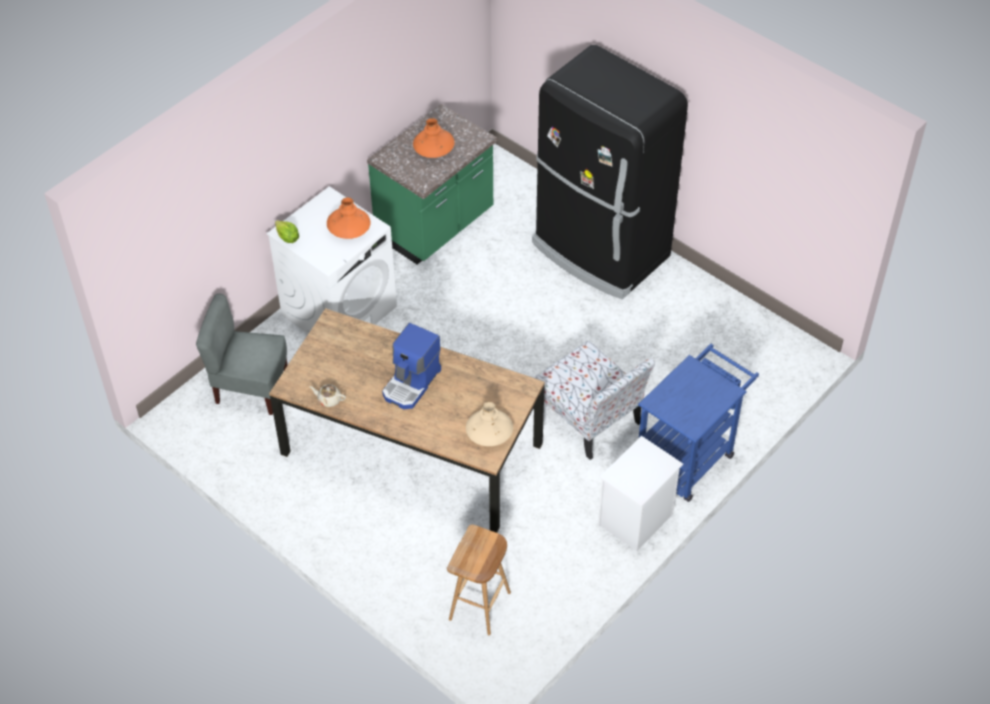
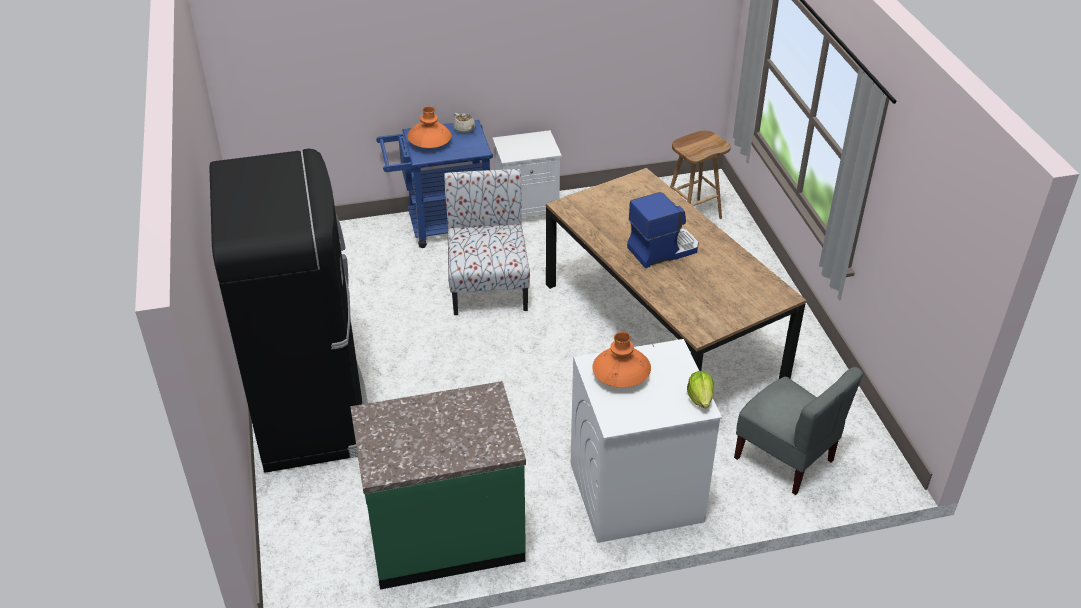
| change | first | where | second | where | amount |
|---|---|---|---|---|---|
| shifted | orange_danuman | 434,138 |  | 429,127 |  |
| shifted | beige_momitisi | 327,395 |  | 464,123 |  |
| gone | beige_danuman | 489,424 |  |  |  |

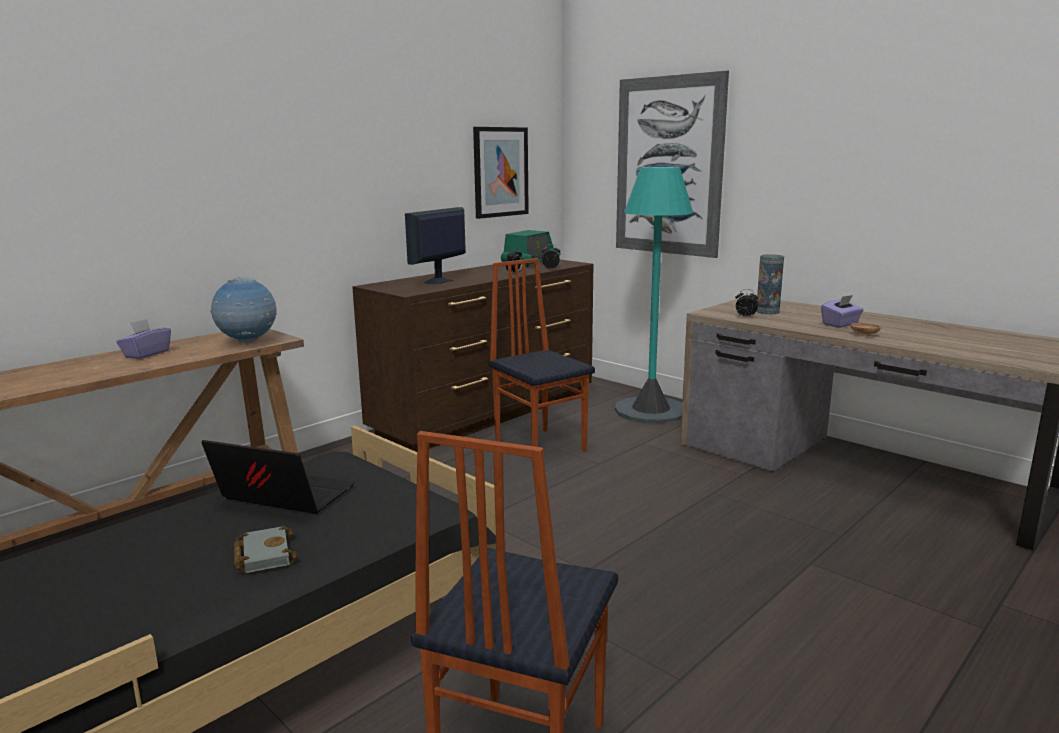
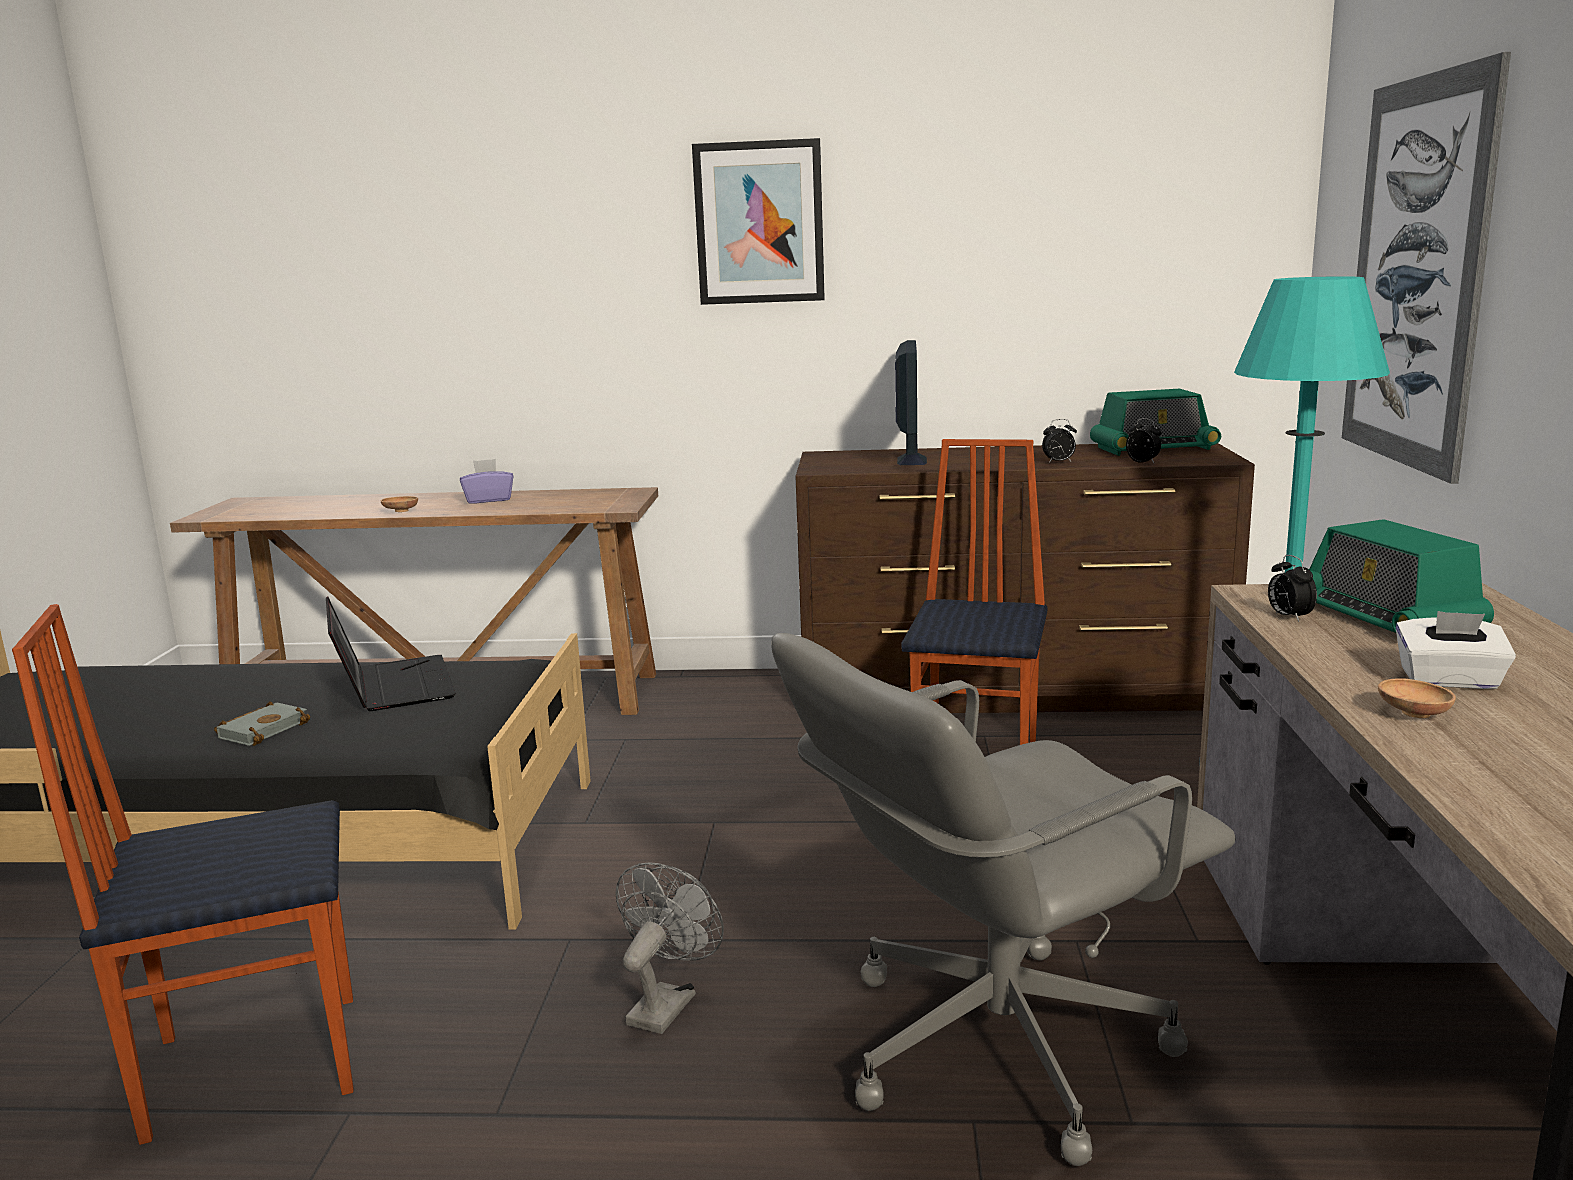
| change | first | where | second | where | amount |
|---|---|---|---|---|---|
| shifted | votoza | 501,173 |  | 758,221 |  |
| rotated | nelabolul | 435,246 |  | 911,402 | 105 degrees clockwise |
| swapped | danuman | 770,284 | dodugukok | 1401,576 |  |
| gone | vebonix | 243,310 |  |  |  |
| repainted | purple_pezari | 842,311 | white_pezari | 1456,650 |  |
| new |  |  | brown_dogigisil | 399,504 |  |
| new |  |  | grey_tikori | 1003,899 |  |
| new |  |  | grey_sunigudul | 669,948 |  |

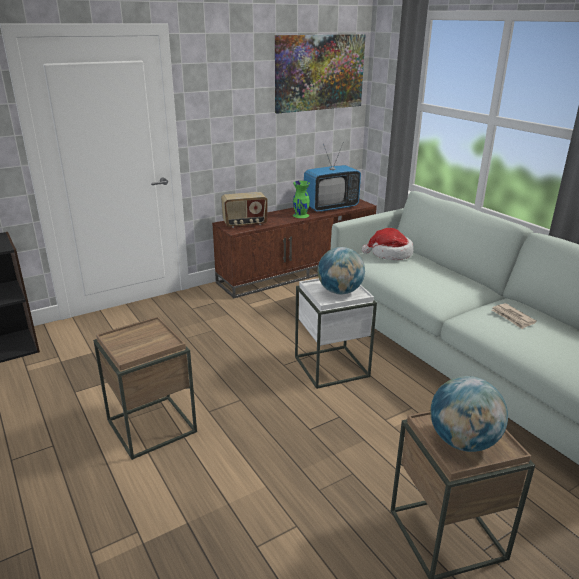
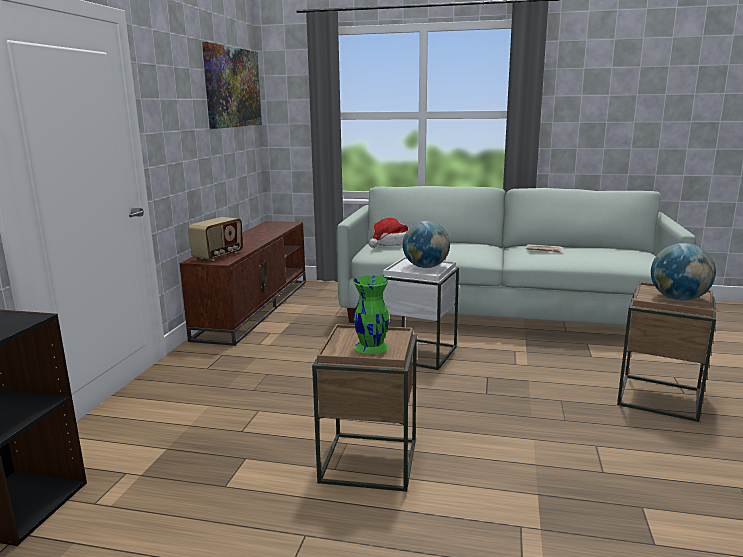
| change | first | where | second | where | amount |
|---|---|---|---|---|---|
| gone | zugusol | 332,178 |  |  |  |
| shifted | green_danuman | 301,199 |  | 371,315 |  |

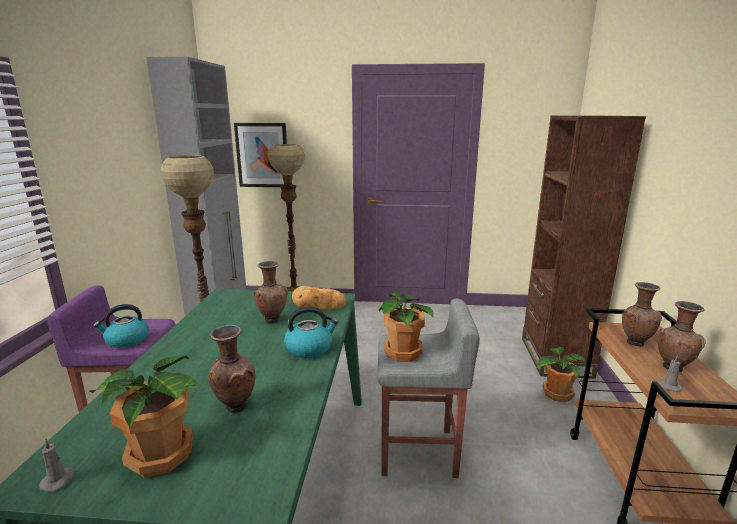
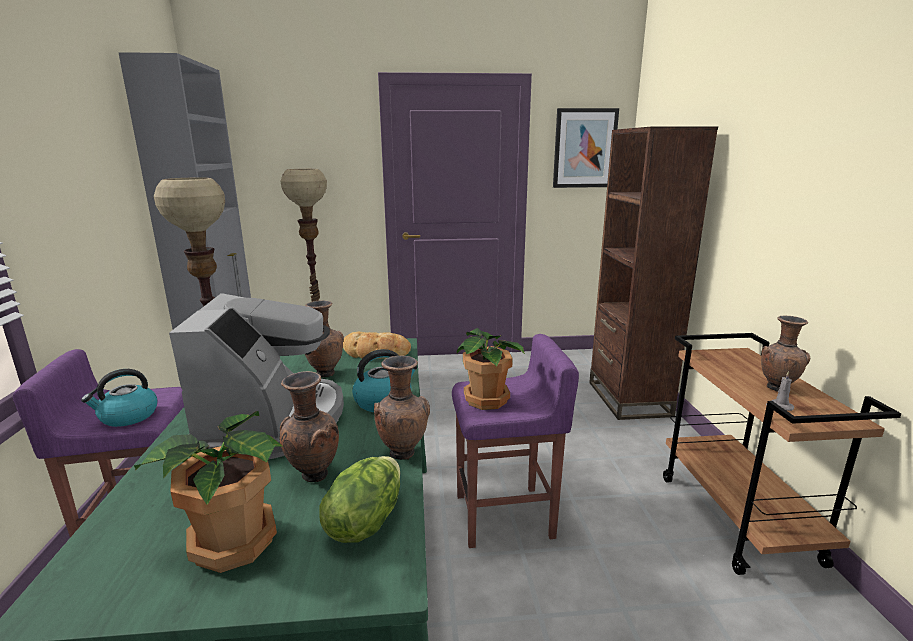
| change | first | where | second | where | amount |
|---|---|---|---|---|---|
| shifted | votoza | 260,155 |  | 586,148 |  |
| shifted | brown_danuman | 642,314 |  | 402,408 |  |
| repainted | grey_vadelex | 428,388 | purple_vadelex | 515,441 |  |
| gone | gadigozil | 561,374 |  |  |  |
| gone | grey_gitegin | 57,465 |  |  |  |
| new |  |  | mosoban | 256,376 |  |
| new |  |  | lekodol | 359,499 |  |

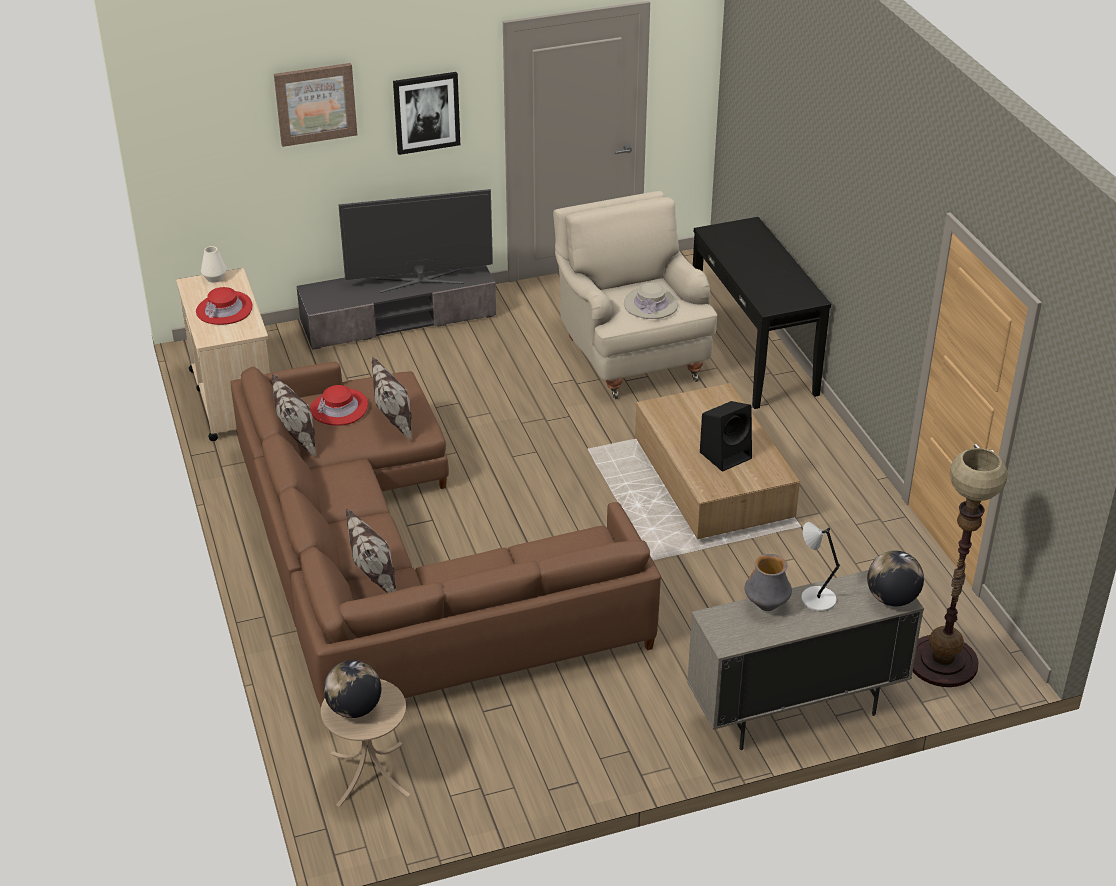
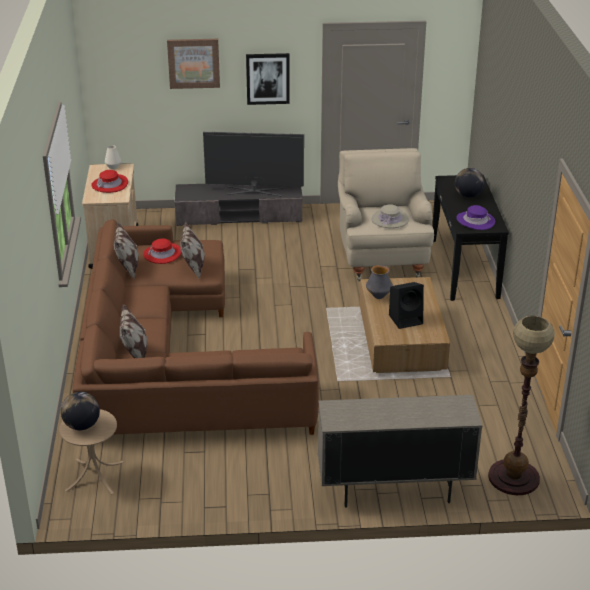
| change | first | where | second | where | amount |
|---|---|---|---|---|---|
| gone | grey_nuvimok | 820,566 |  |  |  |
| shifted | vebonix | 895,578 |  | 470,183 |  |
| shifted | danuman | 768,582 |  | 379,282 |  |
| new |  |  | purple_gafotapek | 475,217 |  |

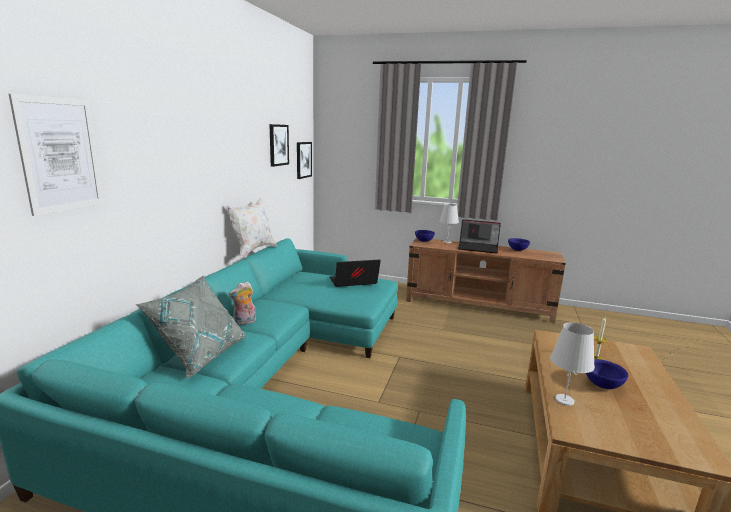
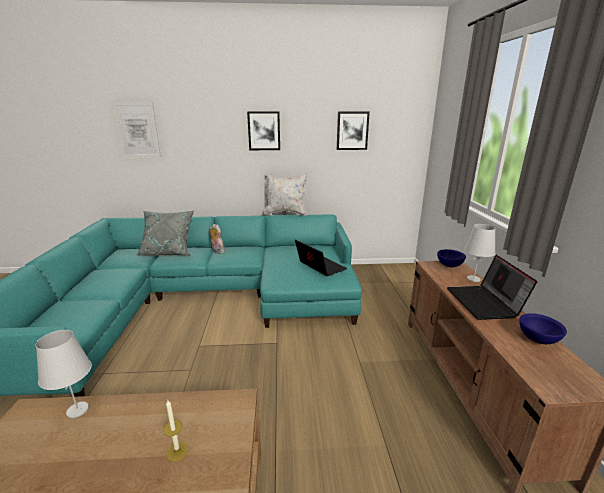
| change | first | where | second | where | amount |
|---|---|---|---|---|---|
| shifted | votoza | 304,160 |  | 263,130 |  |
| gone | blue_dogigisil | 607,374 |  |  |  |

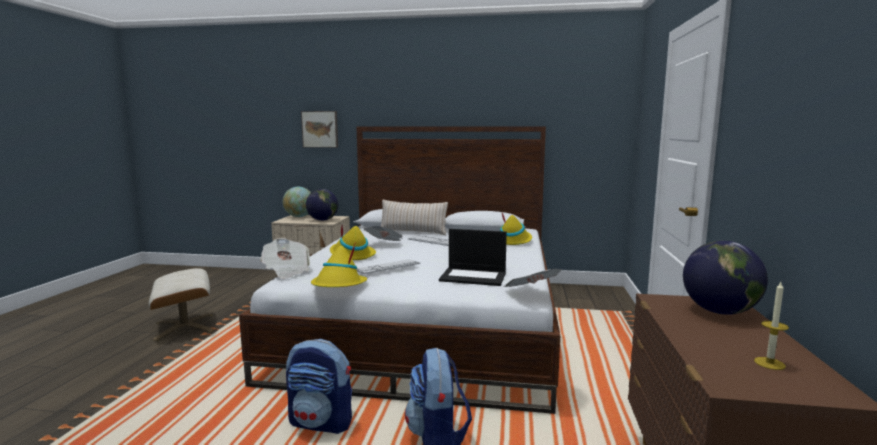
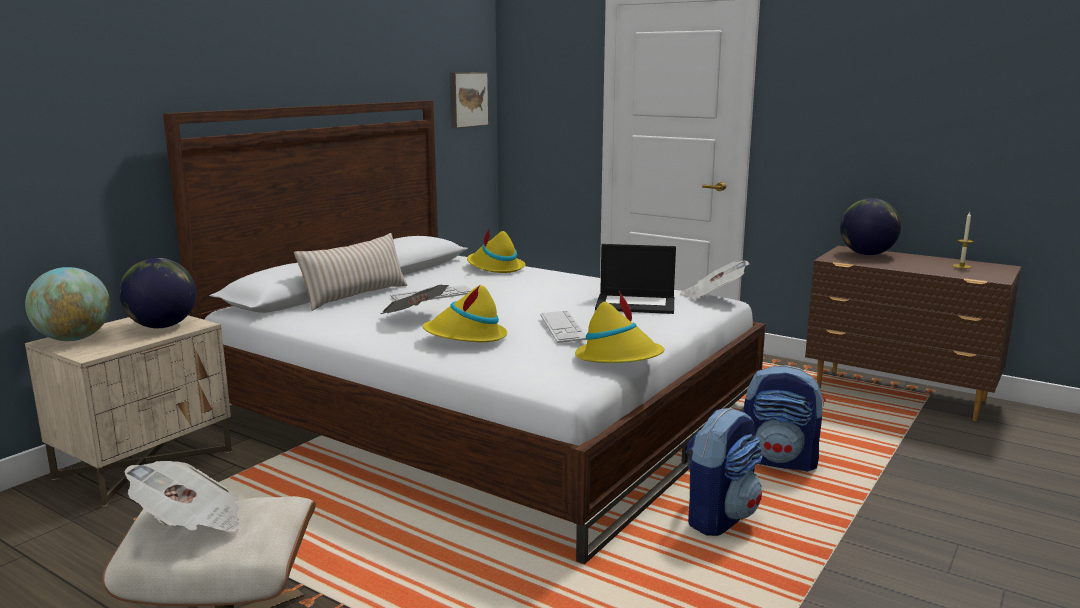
| change | first | where | second | where | amount |
|---|---|---|---|---|---|
| shifted | votoza | 319,129 |  | 469,100 |  |
| rotated | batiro | 473,257 |  | 635,279 | 60 degrees clockwise |
| shifted | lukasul | 285,258 |  | 182,496 |  |

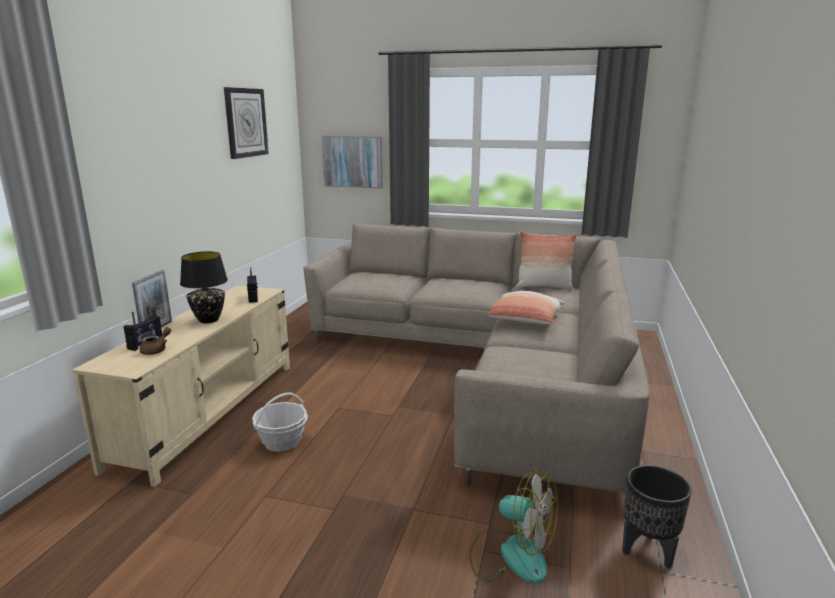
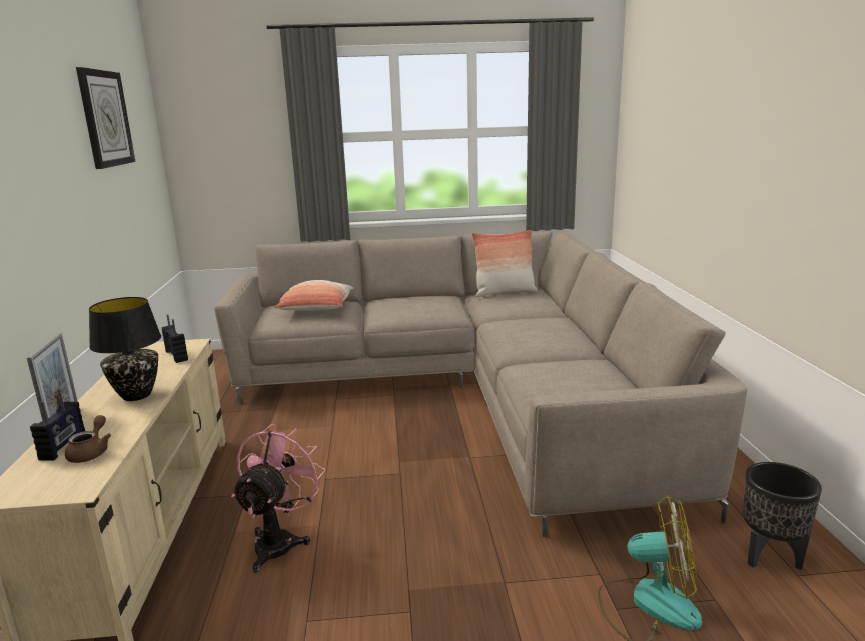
| change | first | where | second | where | amount |
|---|---|---|---|---|---|
| gone | votoza | 352,162 |  |  |  |
| shifted | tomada | 525,308 |  | 313,295 |  |
| swapped | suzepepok | 280,422 | pink_sunigudul | 278,498 |  |

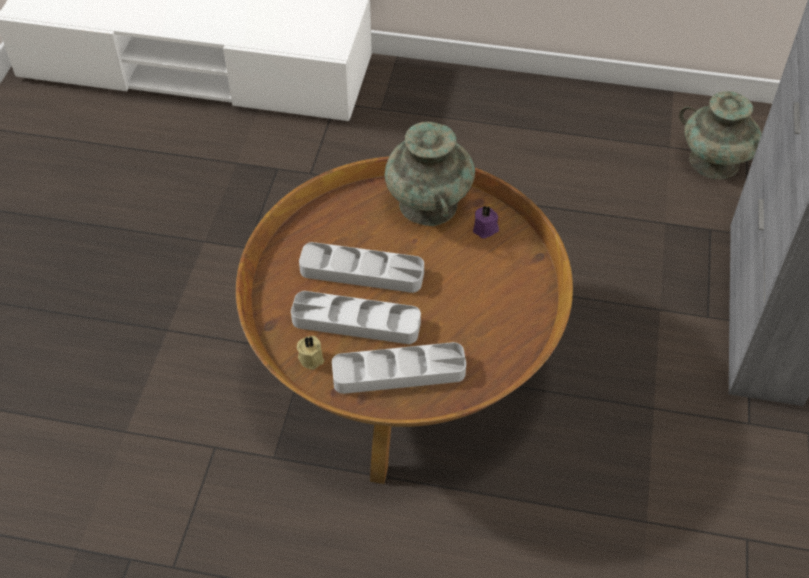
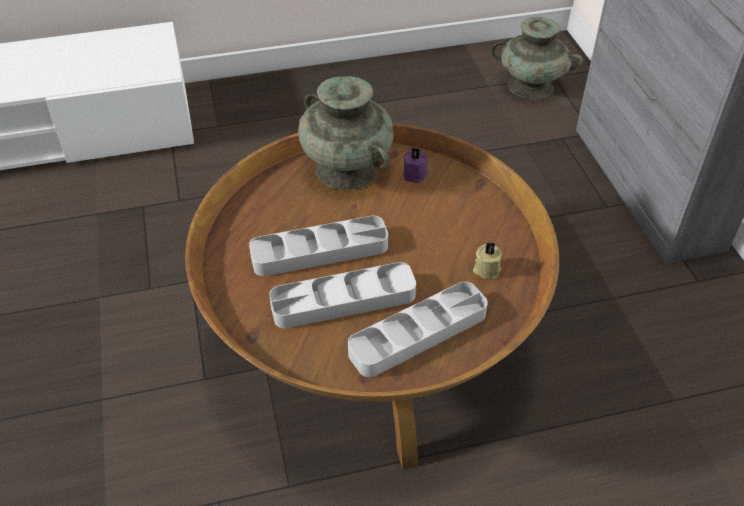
| change | first | where | second | where | amount |
|---|---|---|---|---|---|
| shifted | beige_gitegin | 310,353 |  | 487,260 |  |

